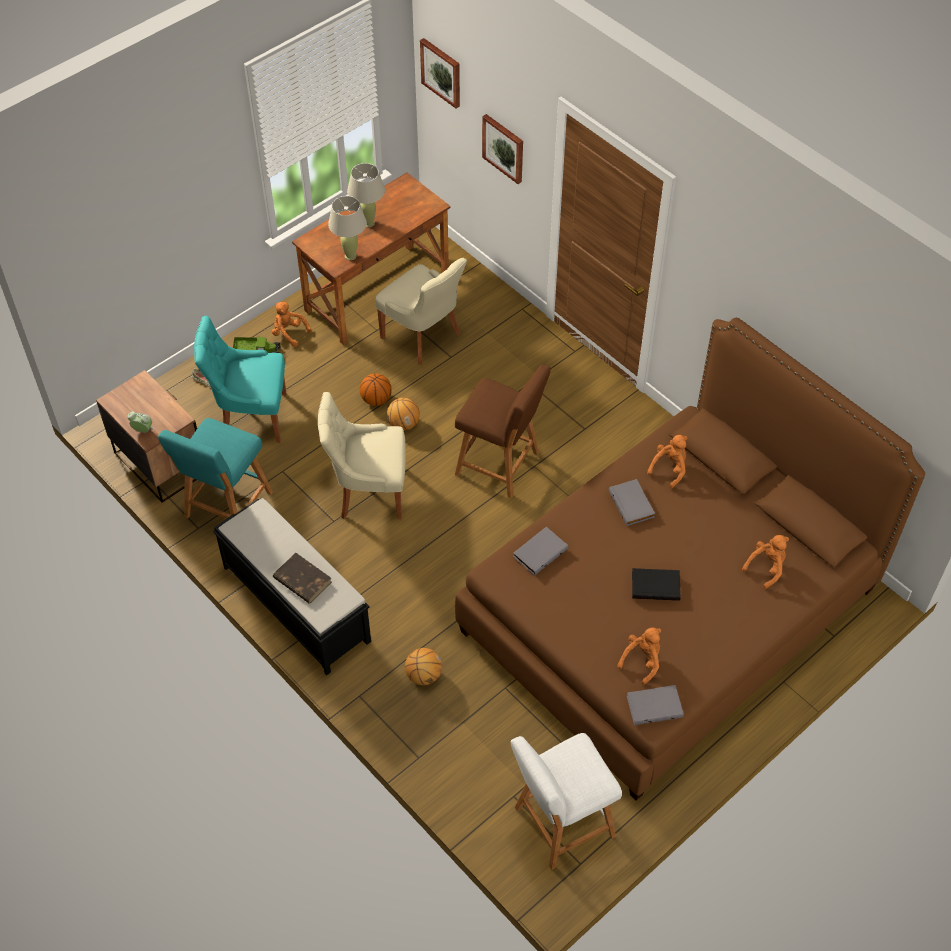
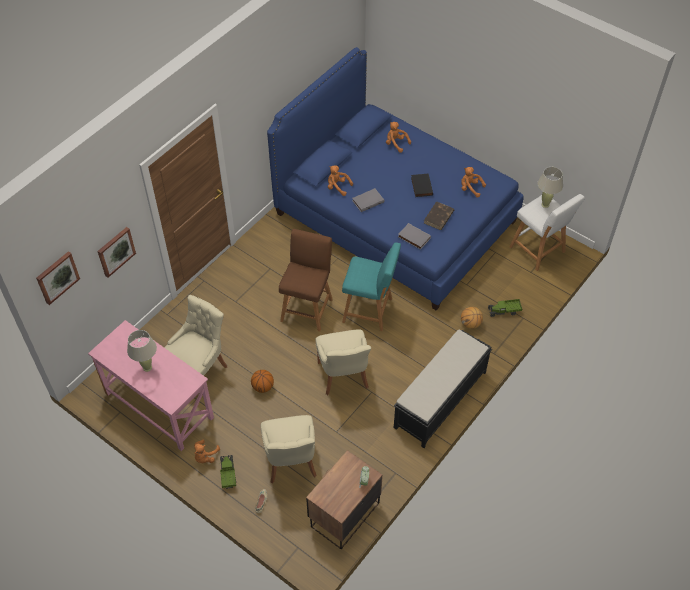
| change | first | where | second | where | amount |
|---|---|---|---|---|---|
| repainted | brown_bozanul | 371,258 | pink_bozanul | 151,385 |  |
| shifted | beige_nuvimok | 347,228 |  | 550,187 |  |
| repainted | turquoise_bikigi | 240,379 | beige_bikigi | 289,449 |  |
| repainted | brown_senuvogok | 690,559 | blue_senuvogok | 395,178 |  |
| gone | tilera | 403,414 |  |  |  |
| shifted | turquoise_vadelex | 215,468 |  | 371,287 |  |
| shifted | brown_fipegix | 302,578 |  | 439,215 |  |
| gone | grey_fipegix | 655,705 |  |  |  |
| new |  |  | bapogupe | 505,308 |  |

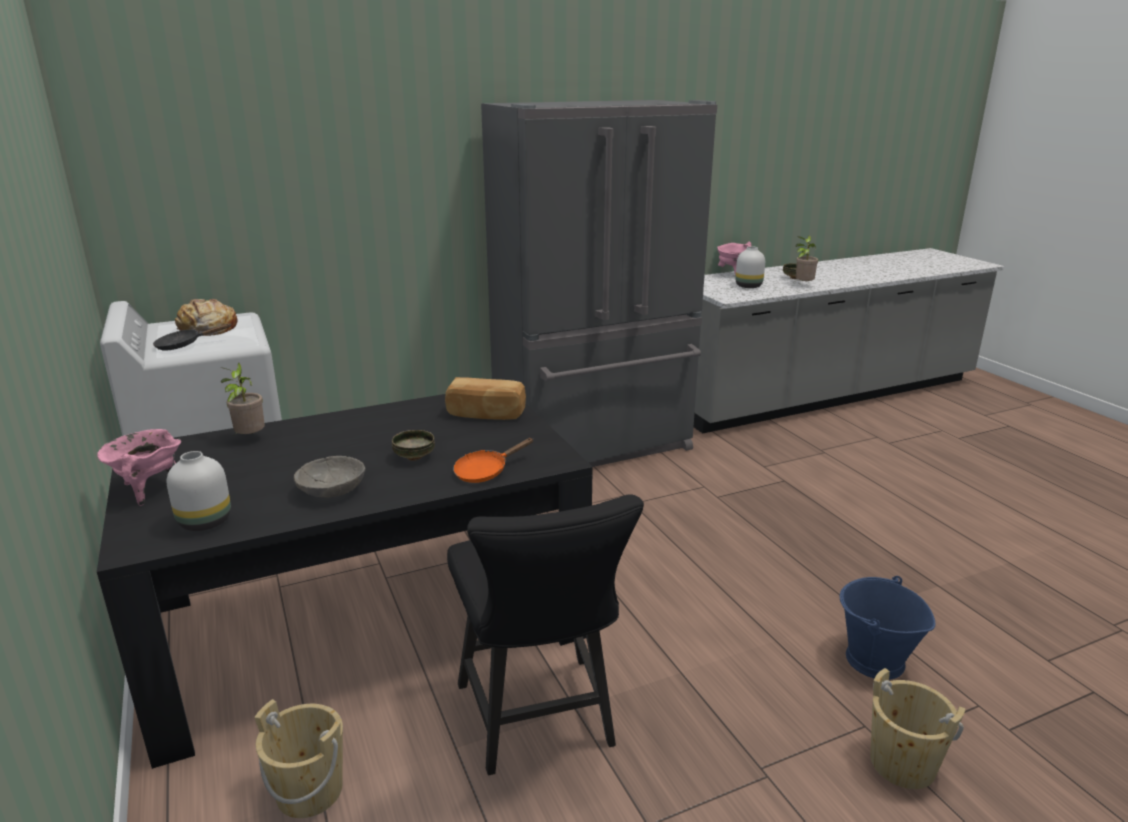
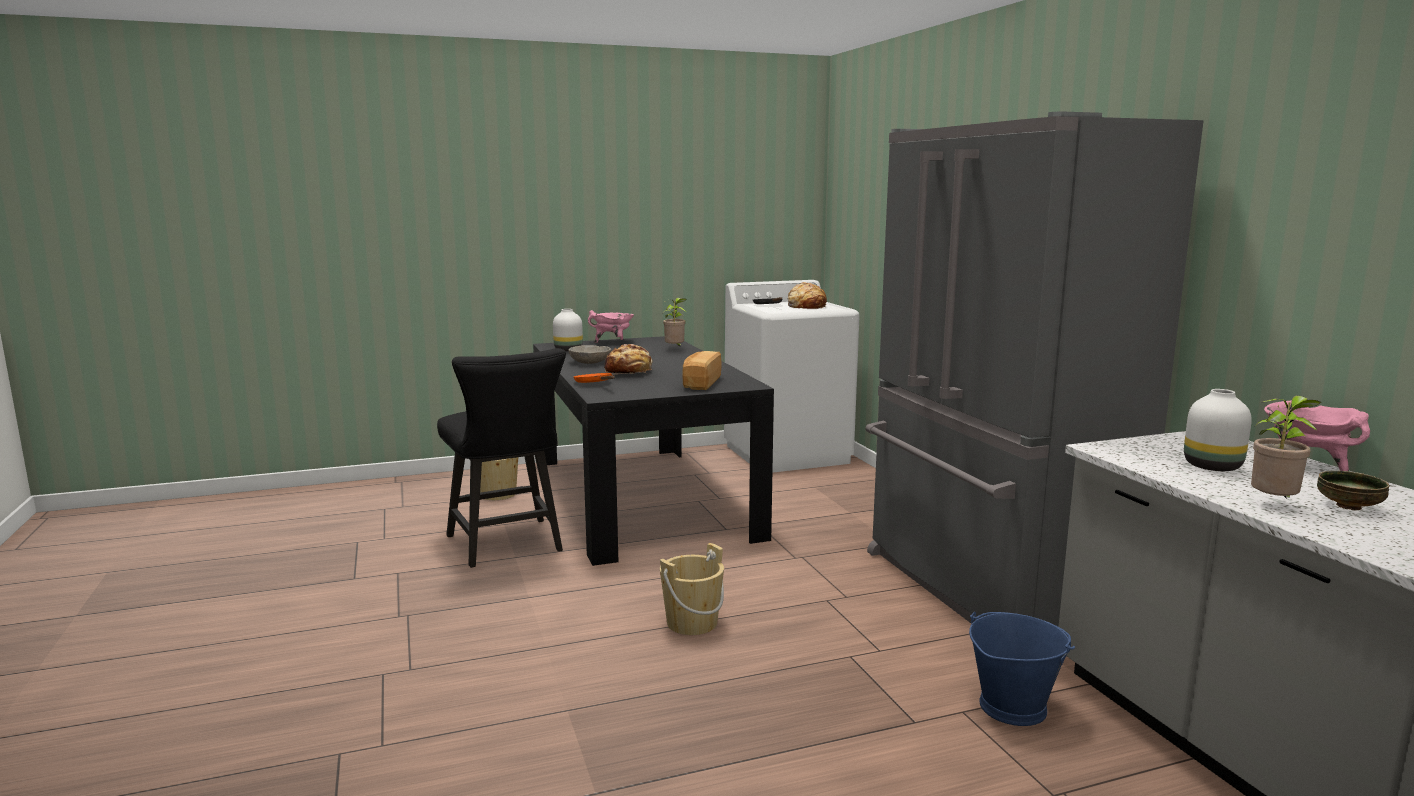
| change | first | where | second | where | amount |
|---|---|---|---|---|---|
| swapped | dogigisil | 413,445 | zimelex | 628,359 |  |
| rotated | black_bikigi | 545,634 |  | 501,458 | 105 degrees counterclockwise |
| shifted | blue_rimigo | 887,628 |  | 1022,669 |  |
| shifted | beige_rimigo | 917,728 |  | 692,589 |  |

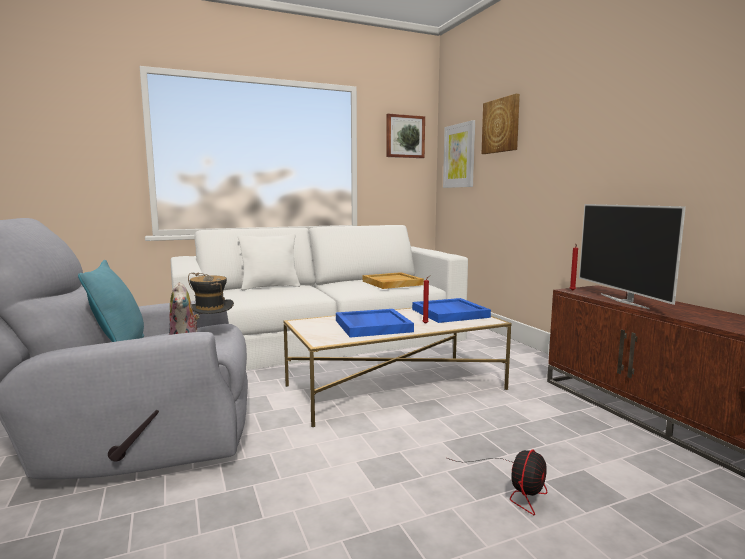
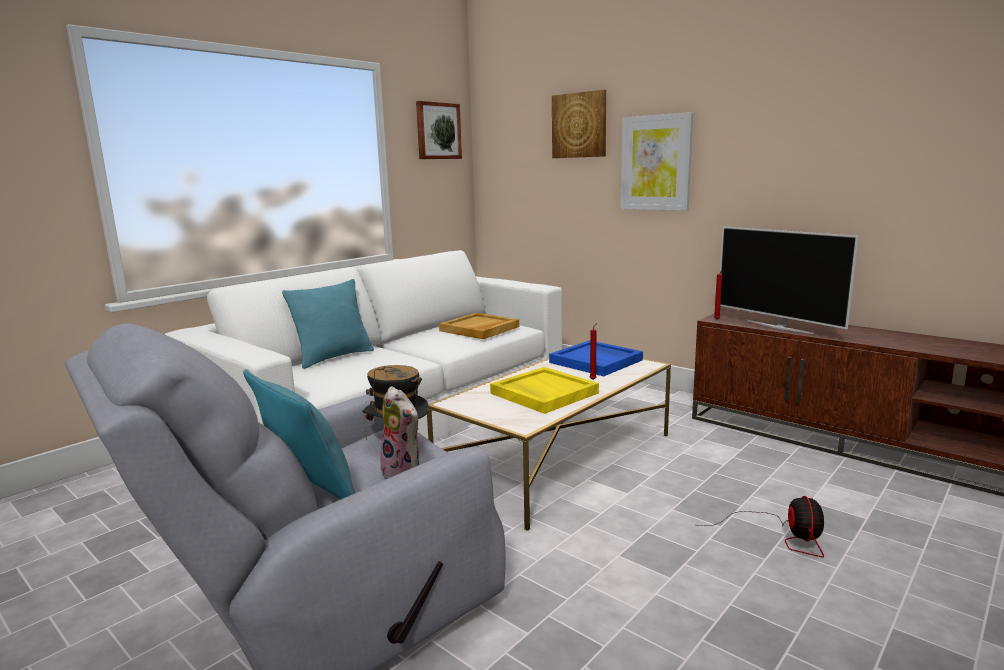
| change | first | where | second | where | amount |
|---|---|---|---|---|---|
| shifted | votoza | 459,154 |  | 657,161 |  |
| repainted | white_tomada | 269,262 | turquoise_tomada | 328,324 |  |
| repainted | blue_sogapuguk | 375,323 | yellow_sogapuguk | 544,390 |  |

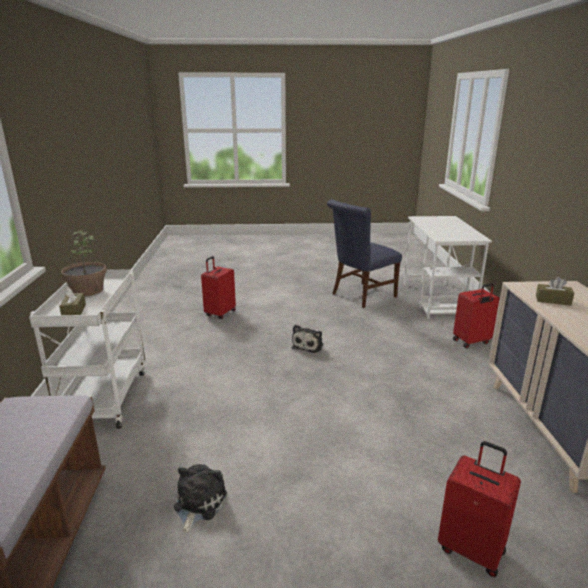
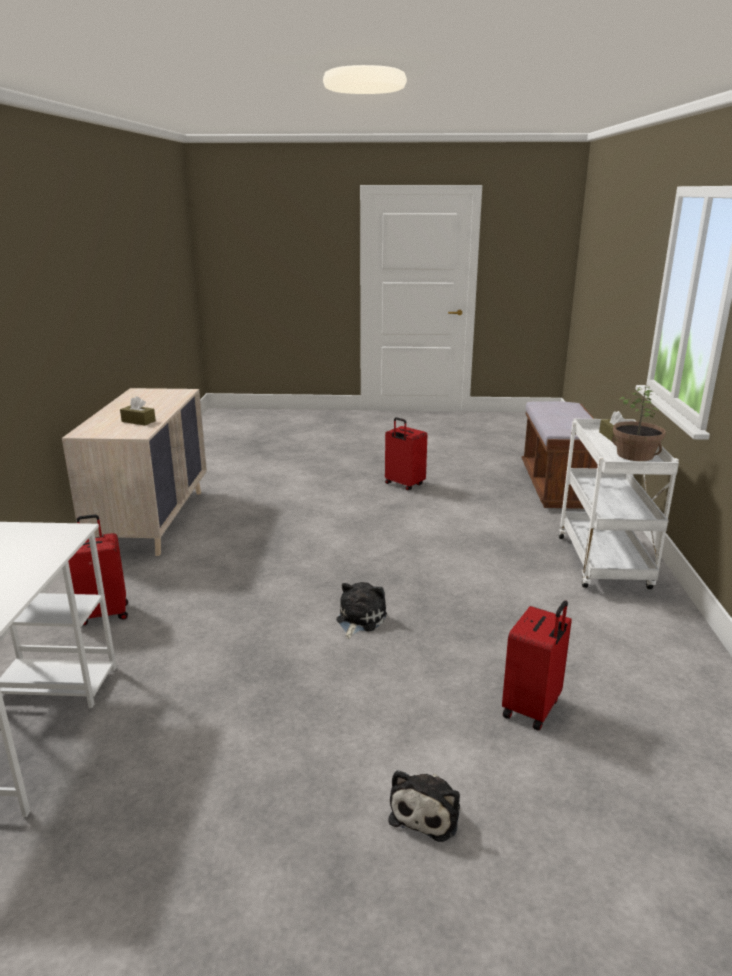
| change | first | where | second | where | amount |
|---|---|---|---|---|---|
| gone | blue_bikigi | 364,254 |  |  |  |
| shifted | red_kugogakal | 479,509 |  | 406,454 |  |
| shifted | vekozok | 200,498 |  | 424,806 |  |

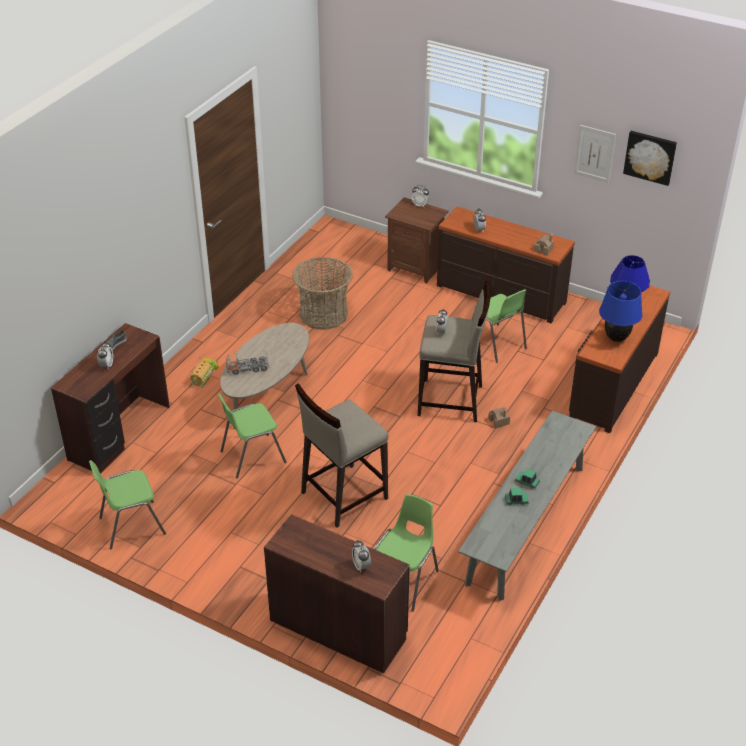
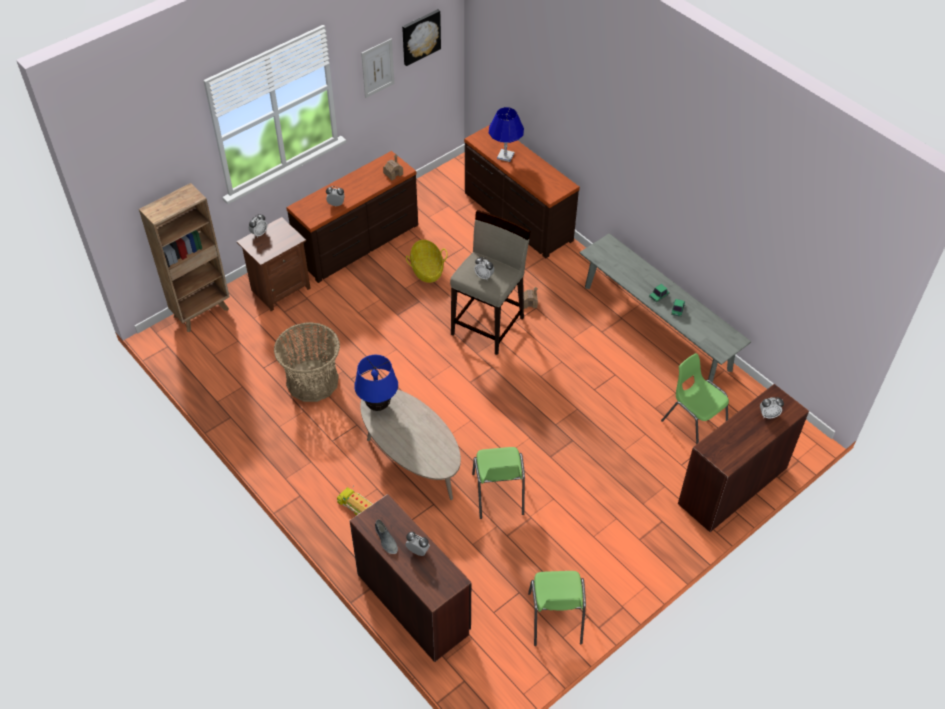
| change | first | where | second | where | amount |
|---|---|---|---|---|---|
| shifted | blue_nuvimok | 621,311 |  | 376,383 |  |
| swapped | green_bikigi | 499,326 | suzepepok | 426,261 |  |
| gone | bapogupe | 247,364 |  |  |  |
| gone | beige_vadelex | 342,455 |  |  |  |
| new |  |  | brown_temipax | 184,257 |  |

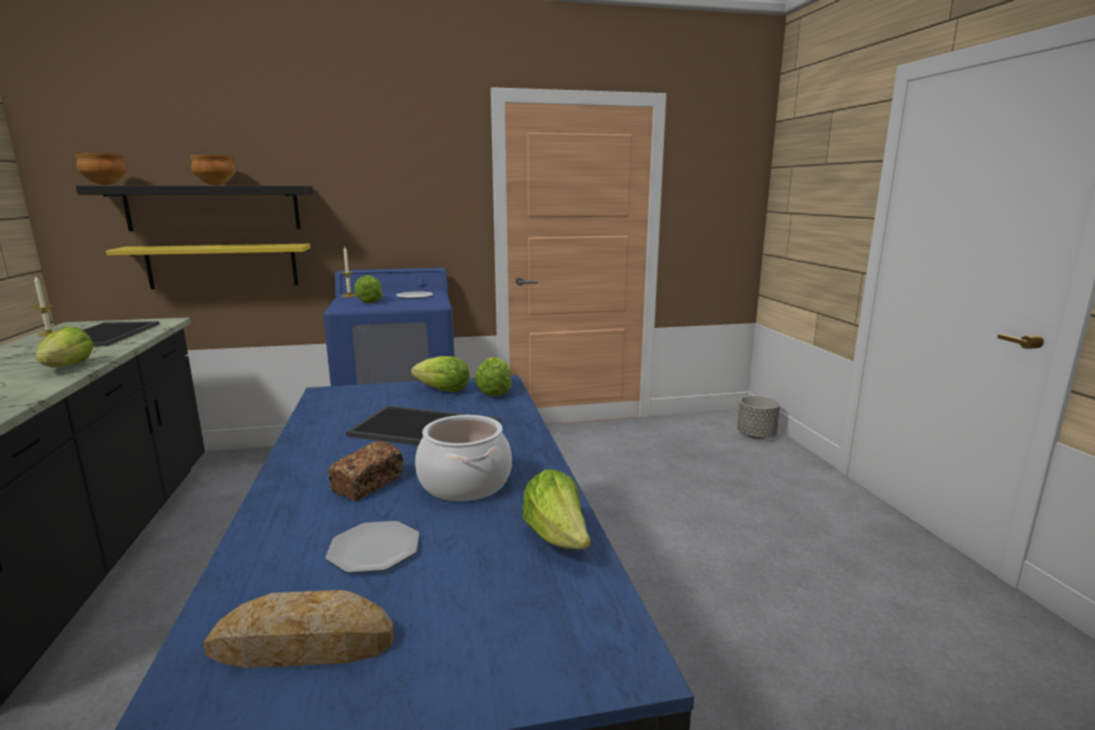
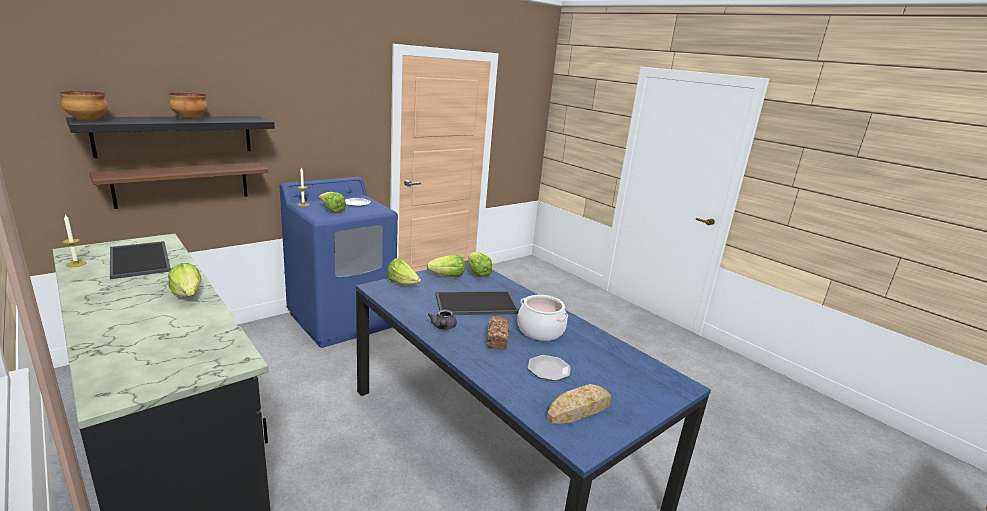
| change | first | where | second | where | amount |
|---|---|---|---|---|---|
| repainted | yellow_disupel | 208,266 | brown_disupel | 178,185 |  |
| gone | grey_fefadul | 759,417 |  |  |  |
| shifted | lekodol | 556,509 |  | 404,271 |  |
| new |  |  | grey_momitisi | 442,319 |  |

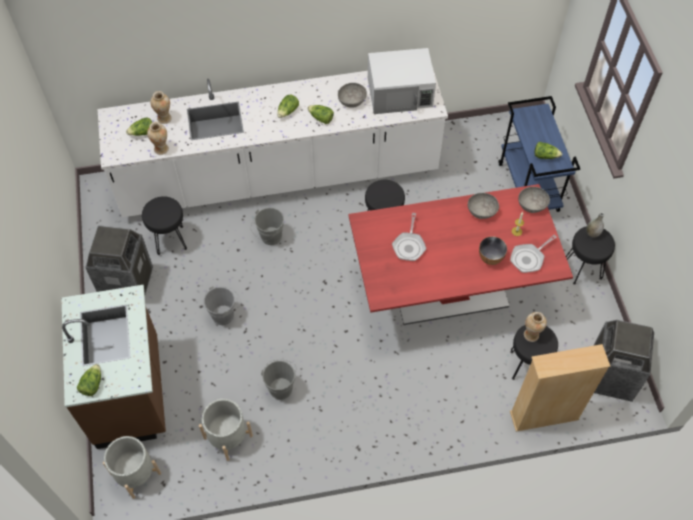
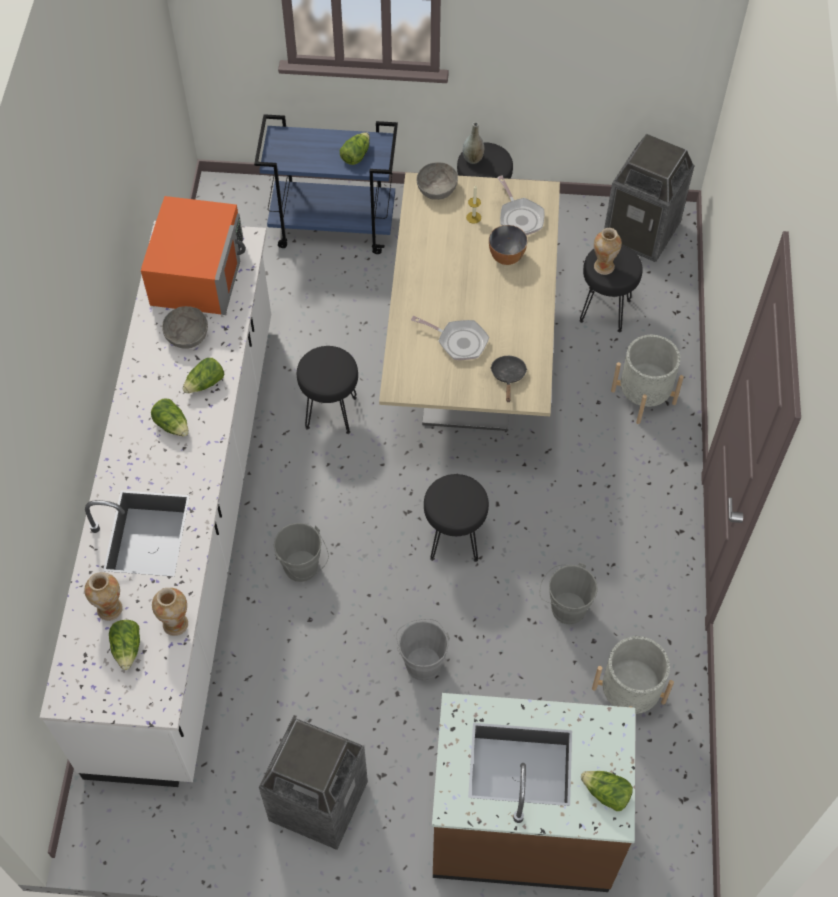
| change | first | where | second | where | amount |
|---|---|---|---|---|---|
| repainted | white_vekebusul | 402,81 | orange_vekebusul | 193,255 |  |
| repainted | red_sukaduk | 461,254 | beige_sukaduk | 469,301 |  |
| gone | grey_dogigisil | 483,206 |  |  |  |
| shifted | black_vadelex | 164,225 |  | 456,518 |  |
| gone | beige_temipax | 560,388 |  |  |  |
| shifted | grey_fefadul | 132,467 |  | 647,379 |  |
| new |  |  | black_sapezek | 508,379 |  |

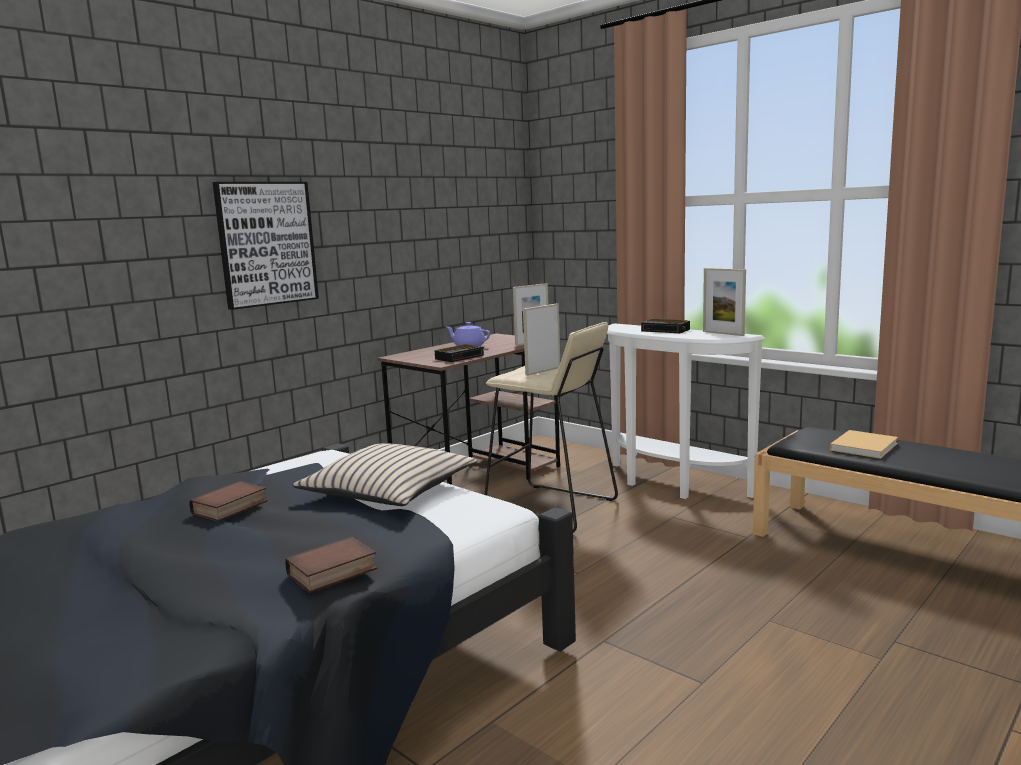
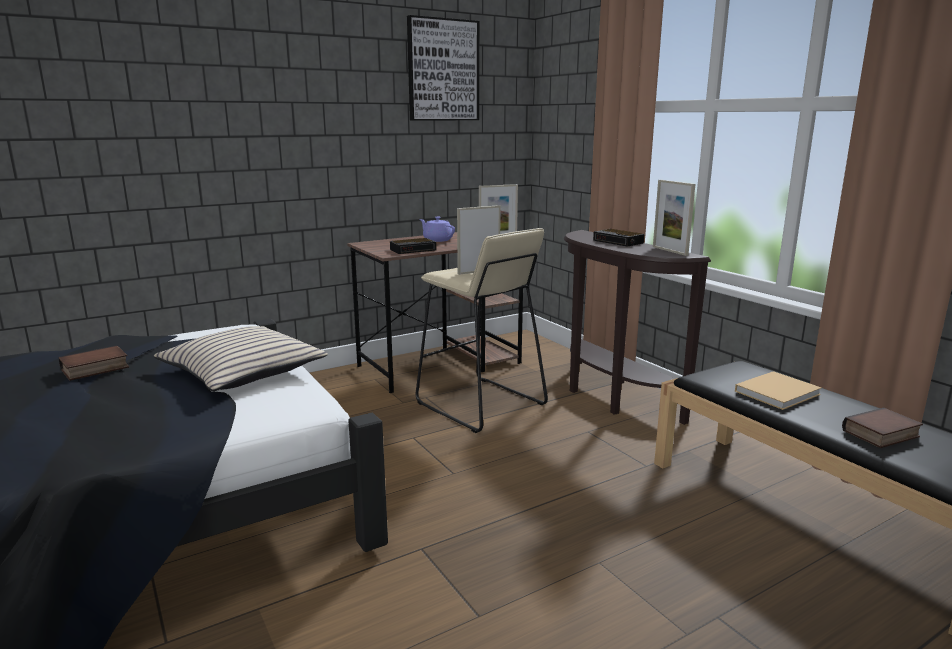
| change | first | where | second | where | amount |
|---|---|---|---|---|---|
| shifted | votoza | 266,246 |  | 443,67 |  |
| repainted | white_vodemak | 686,411 | brown_vodemak | 637,327 |  |
| shifted | fipegix | 331,564 |  | 882,428 |  |

